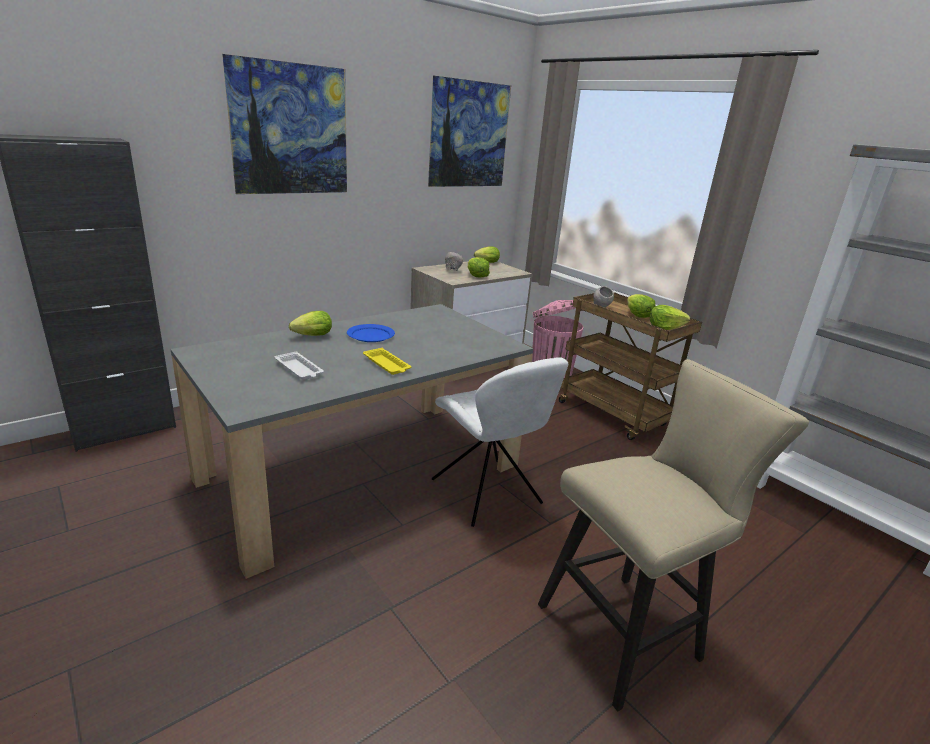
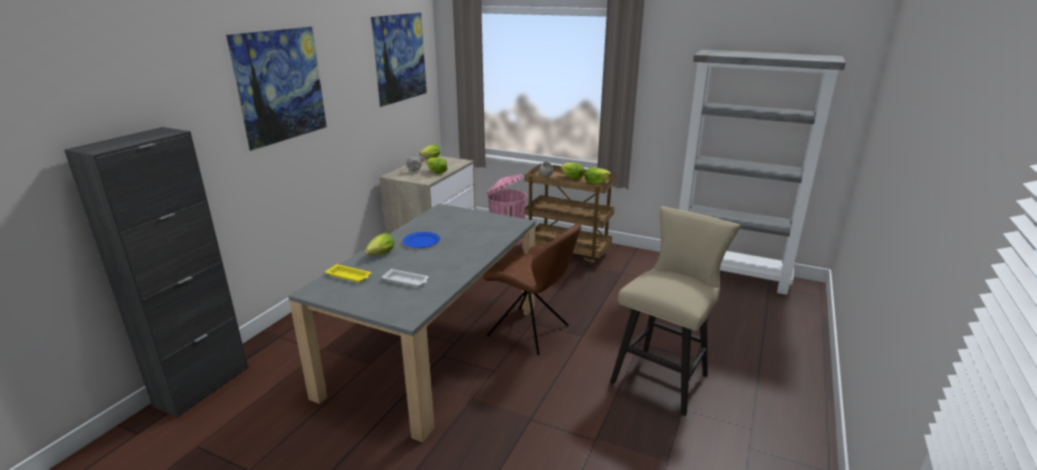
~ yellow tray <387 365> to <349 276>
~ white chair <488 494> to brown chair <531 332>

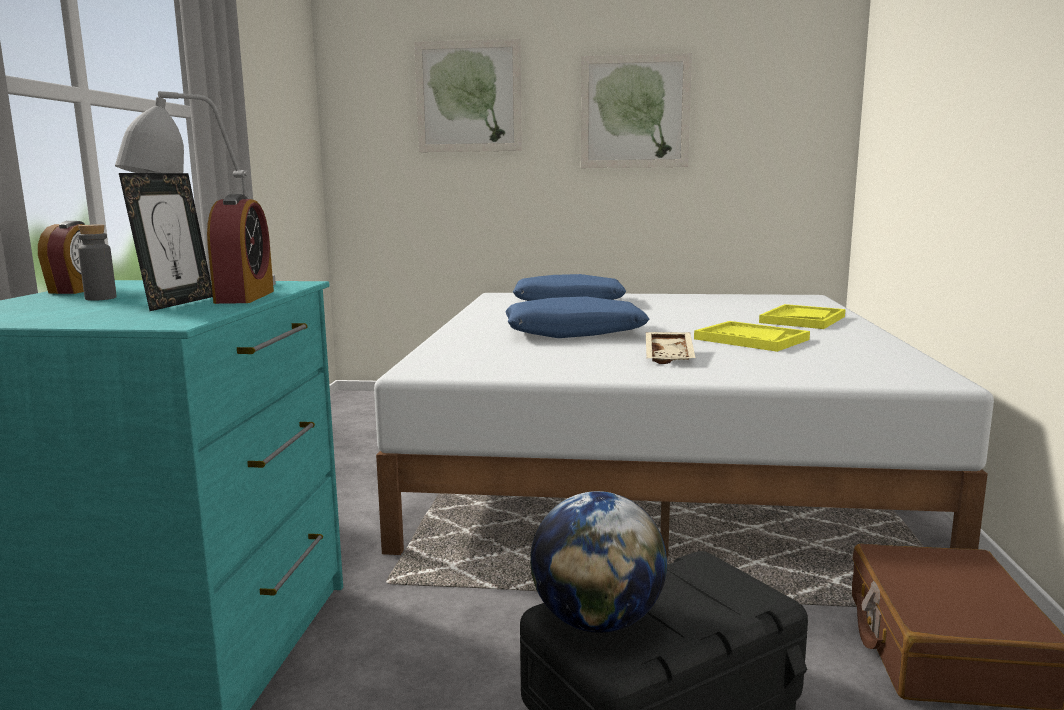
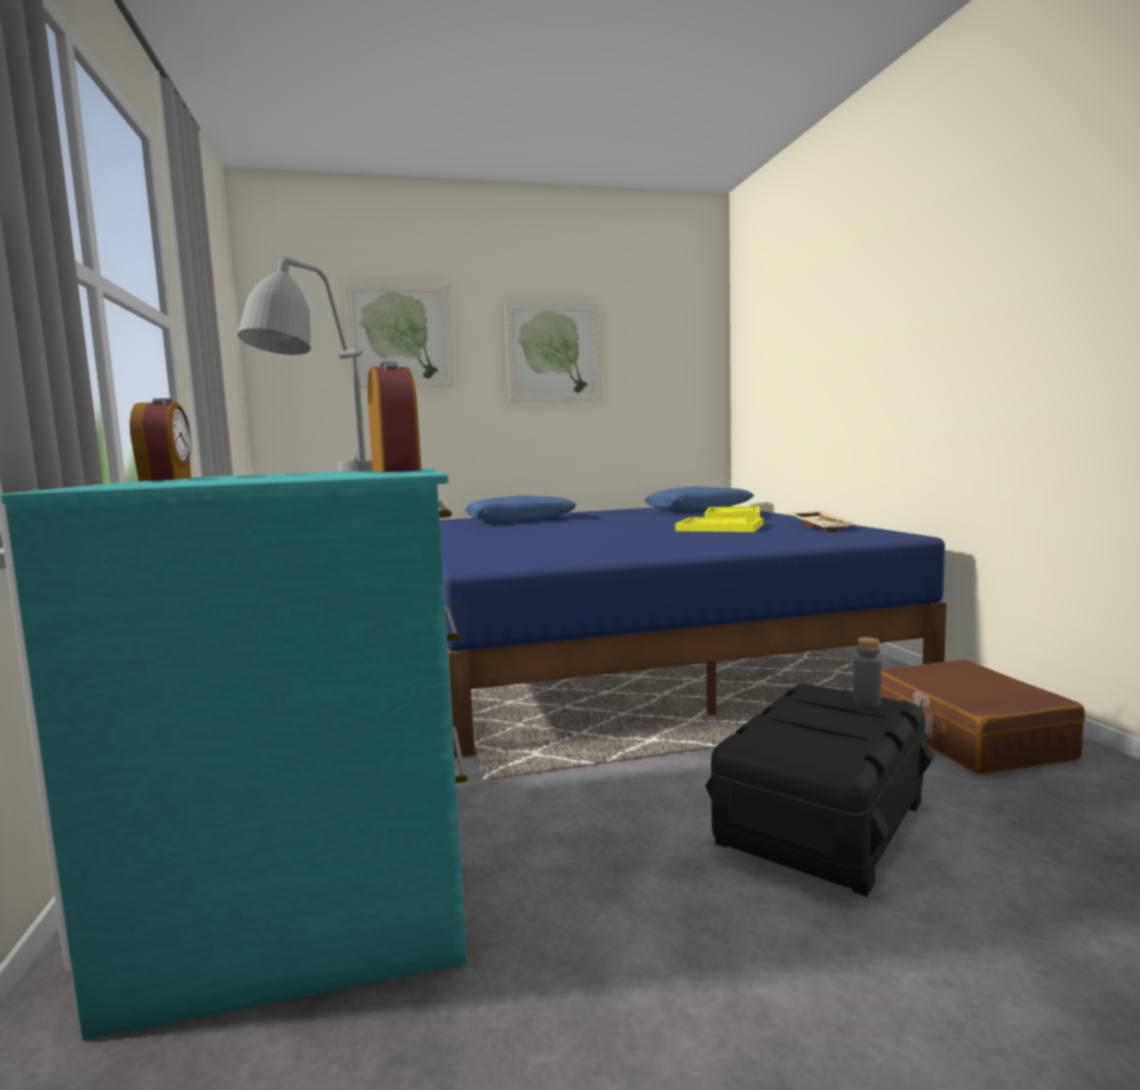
~ white bed <654 459> to blue bed <631 648>
~ blue pillow <574 333> to <698 510>
~ beige tray <670 356> to <823 528>
~ grey bottle <100 298> to <867 703>
- picture frame <176 303>
- globe <597 621>

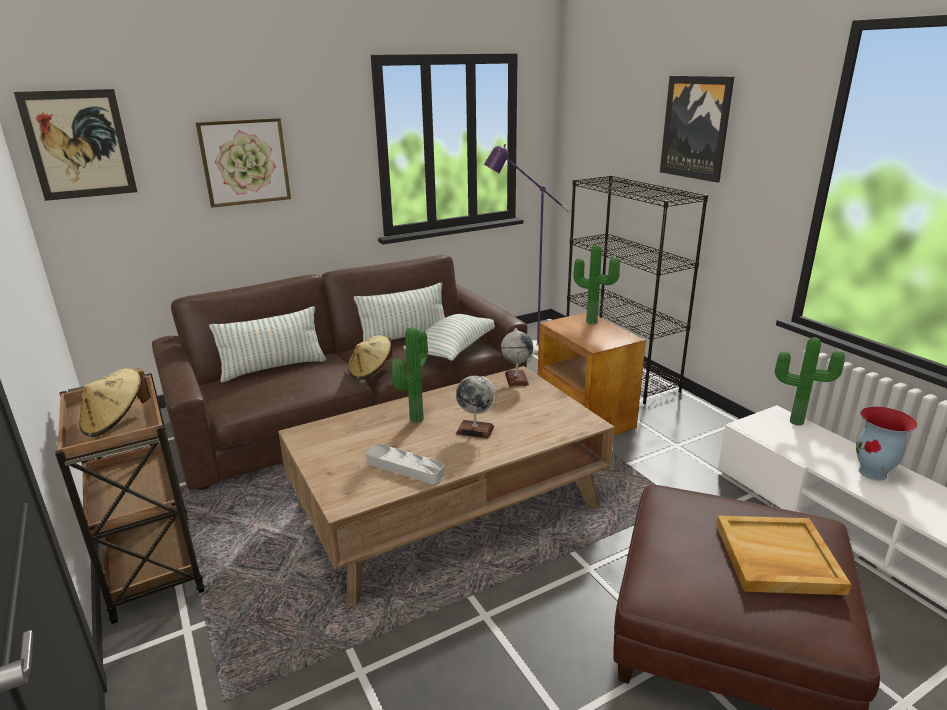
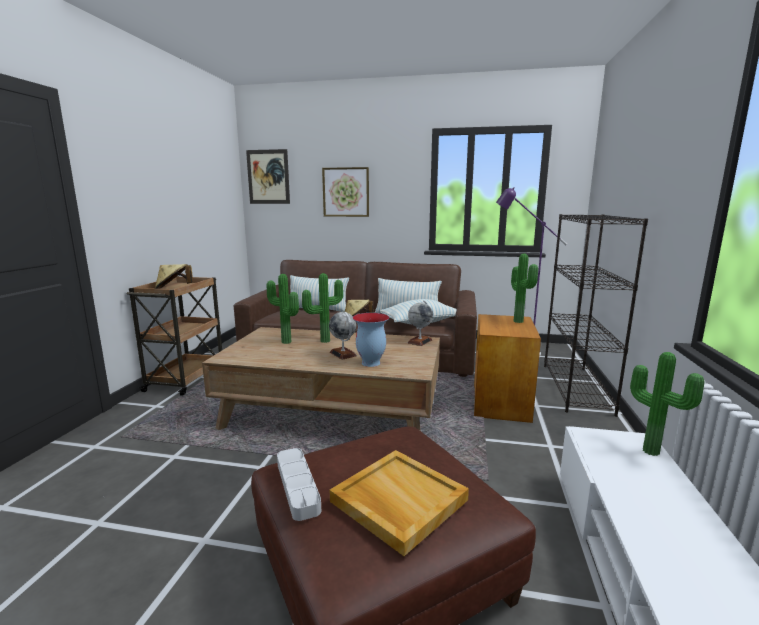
+ potted plant <285 342>
~ grey tray <405 467> to <297 486>
~ vase <873 473> to <371 363>
- picture <696 128>

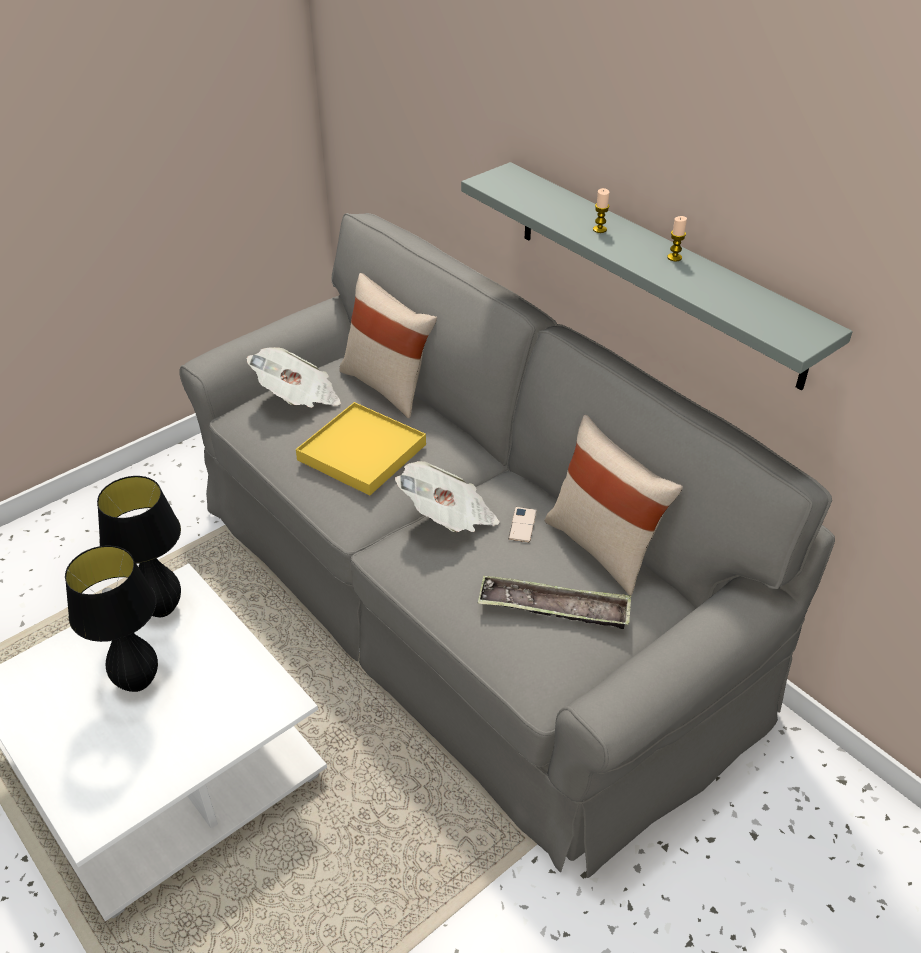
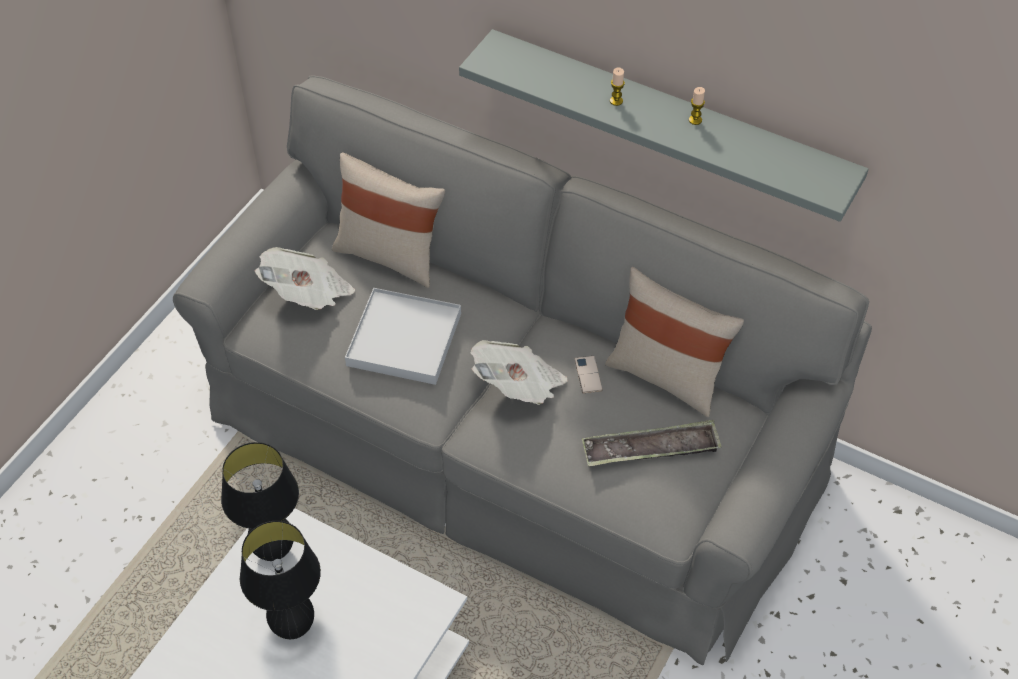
~ yellow tray <362 452> to white tray <404 339>

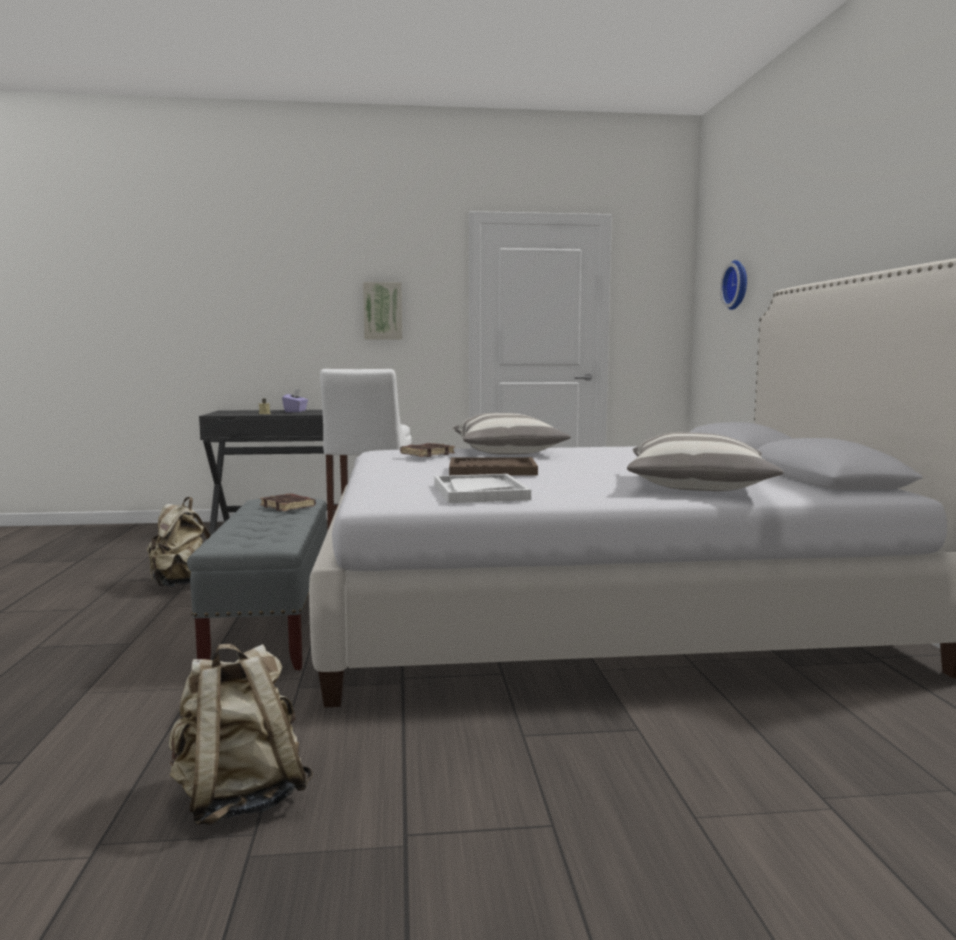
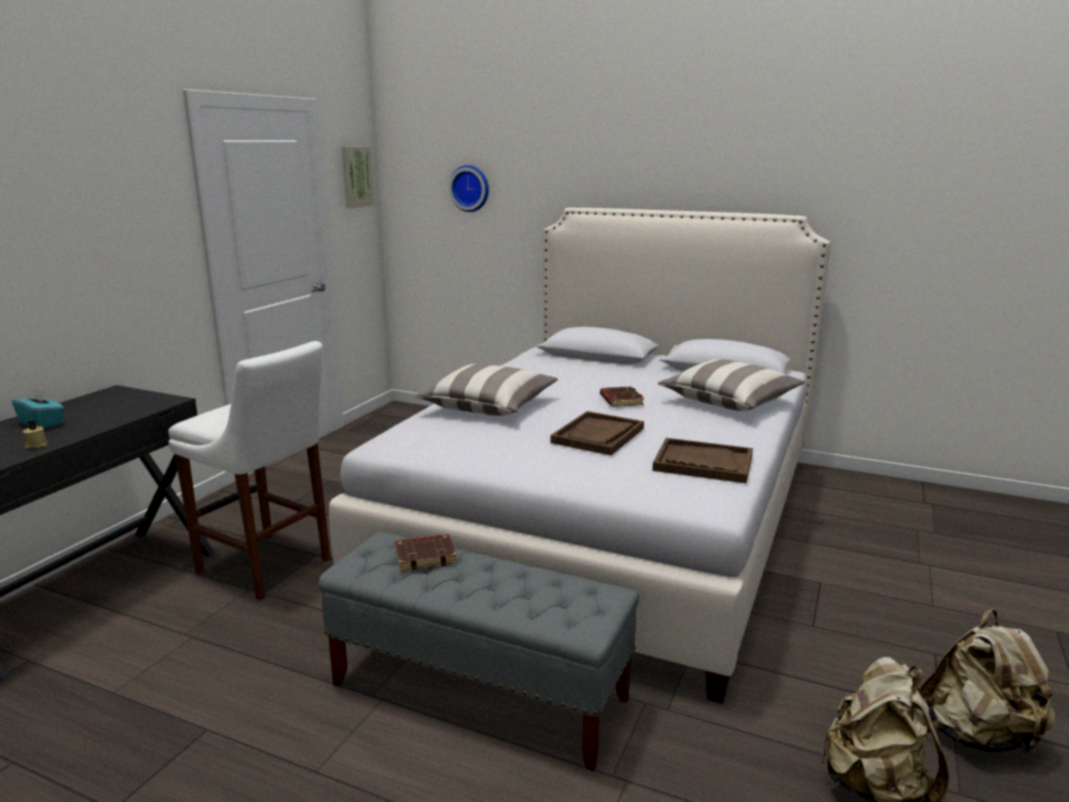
~ purple tissue box <296 411> to turquoise tissue box <42 424>
~ picture <383 311> to <355 177>
~ brown book <427 454> to <620 400>
~ white tray <479 492> to brown tray <703 463>
~ beige backpack <182 584> to <977 735>

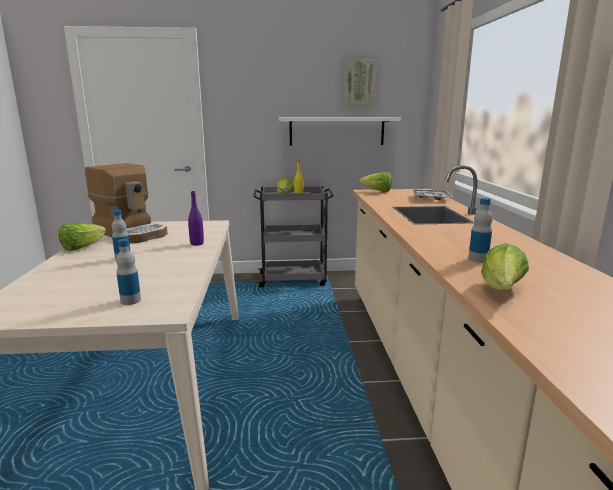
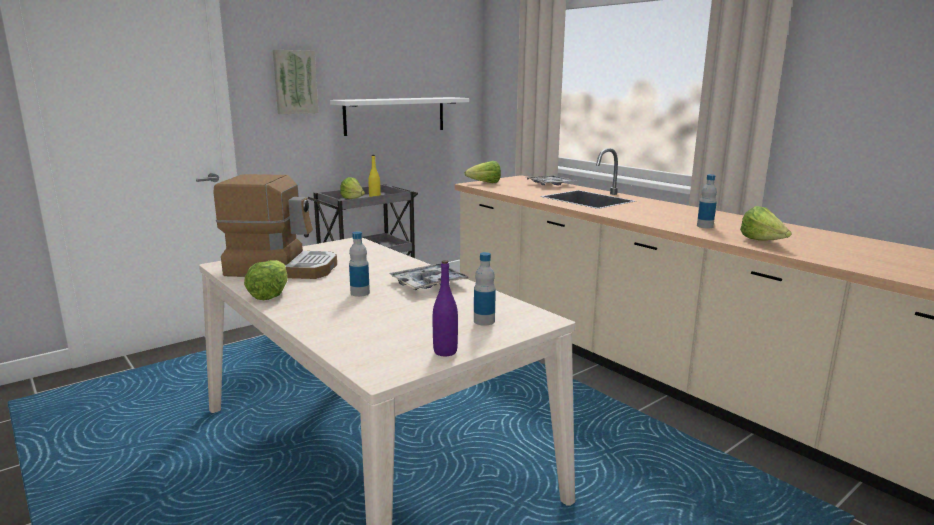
~ picture <359 83> to <295 82>
+ tray <428 284>
~ purple bottle <197 243> to <445 352>

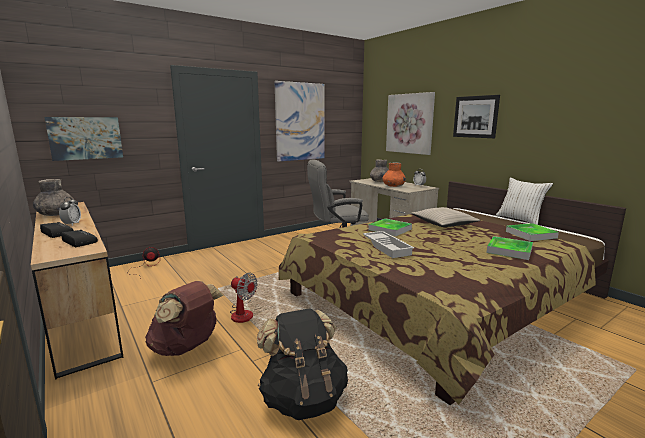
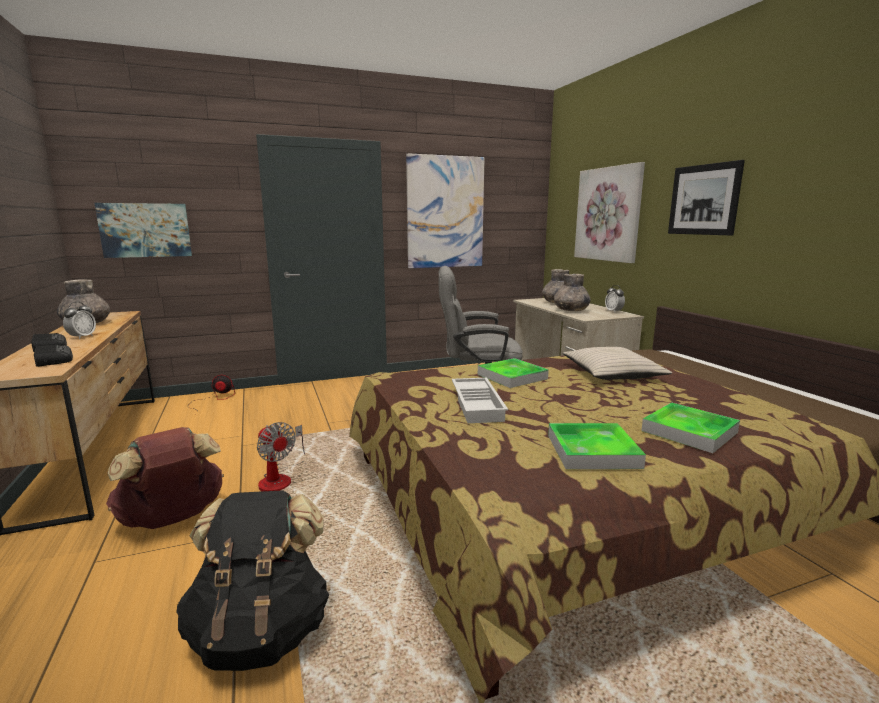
~ tray <530 234> to <592 451>
~ orange vase <393 186> to grey vase <571 310>
- white pillow <520 220>

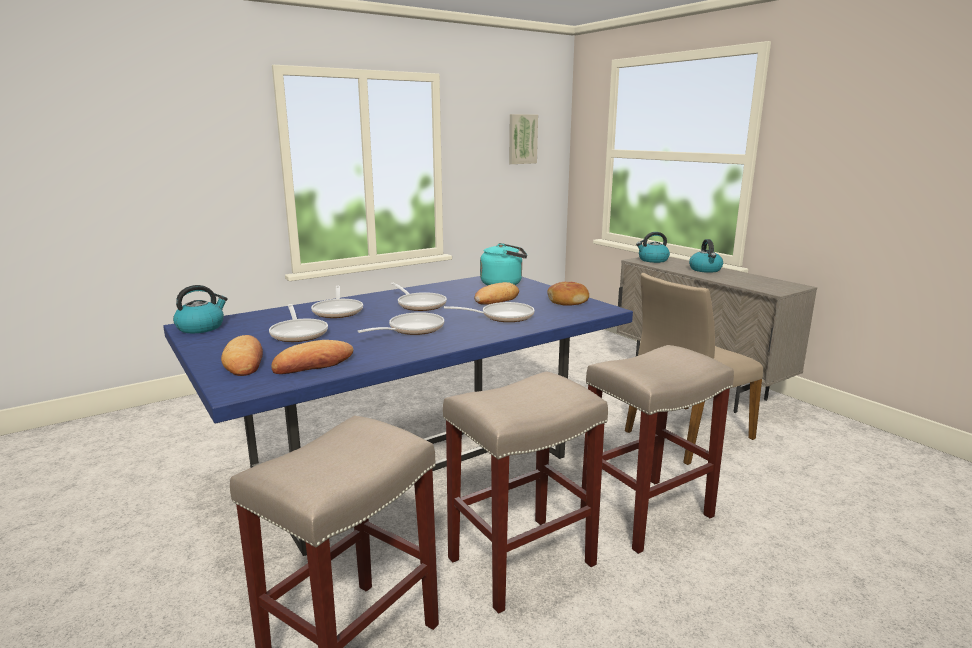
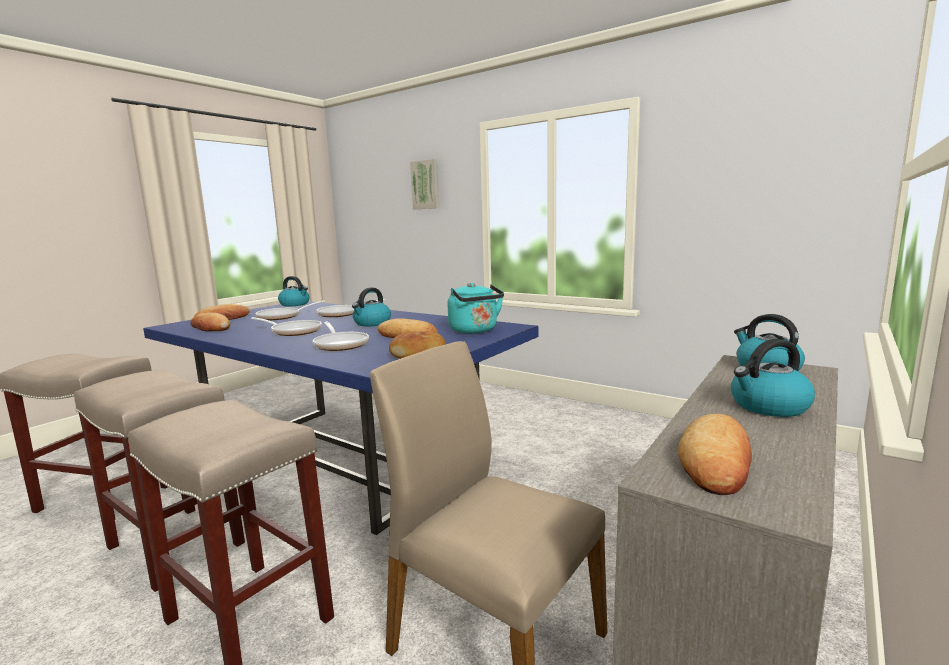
~ frying pan <420 304> to kettle <372 323>
~ picture <522 139> to <426 185>
+ bread <716 461>

